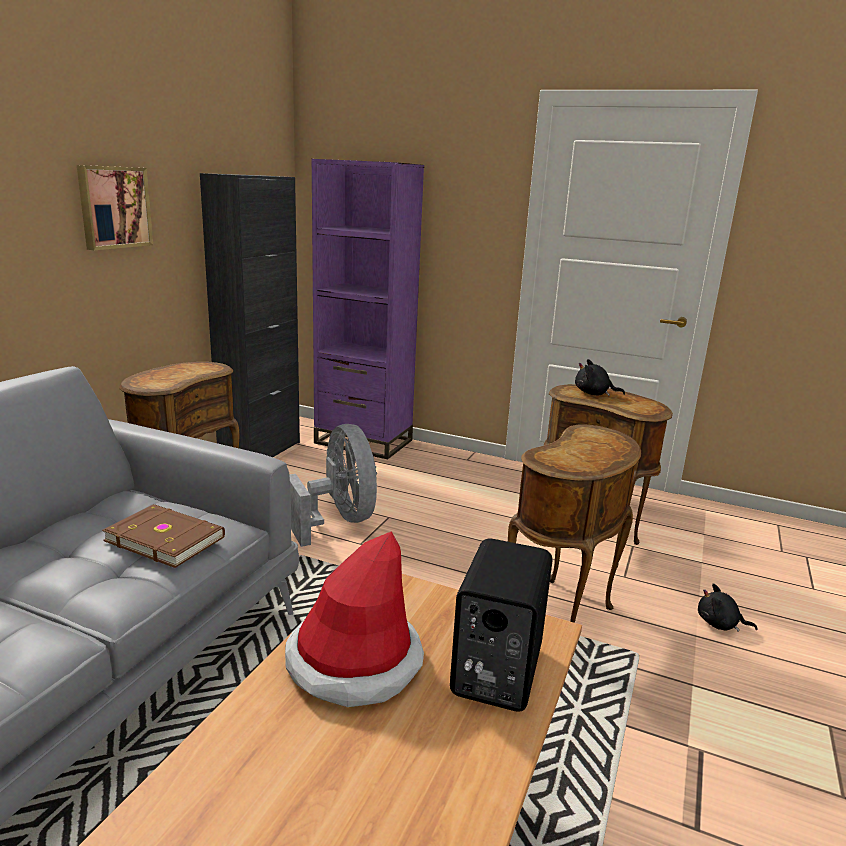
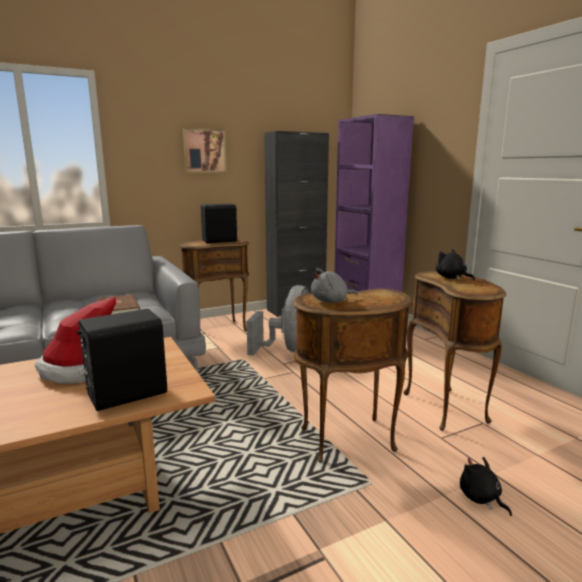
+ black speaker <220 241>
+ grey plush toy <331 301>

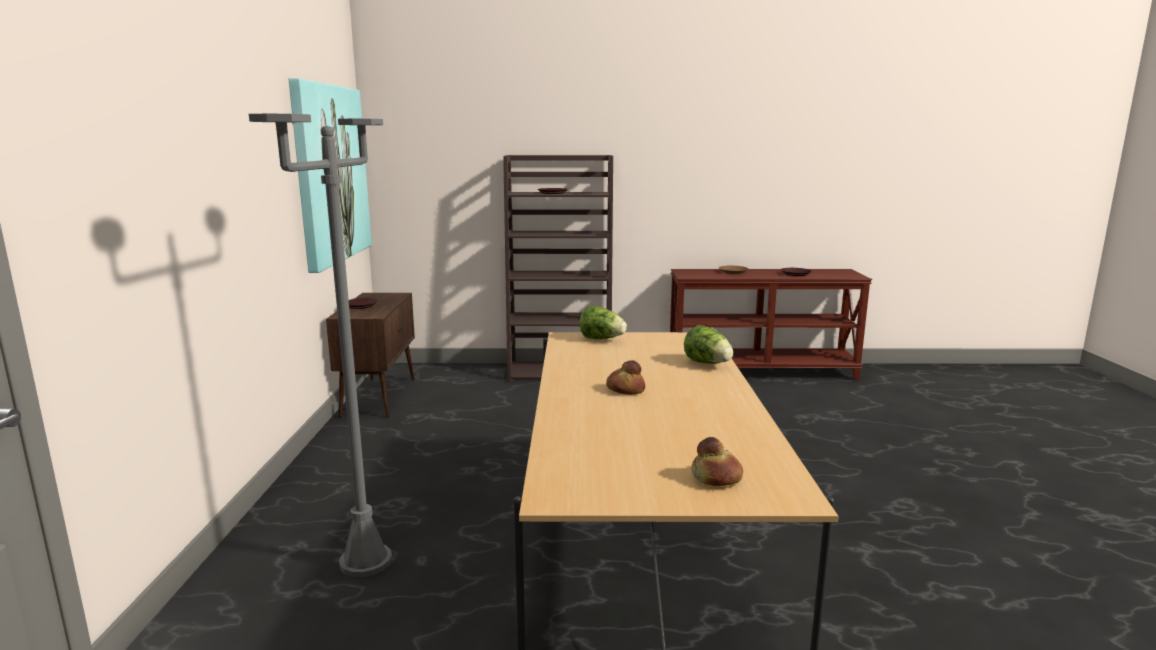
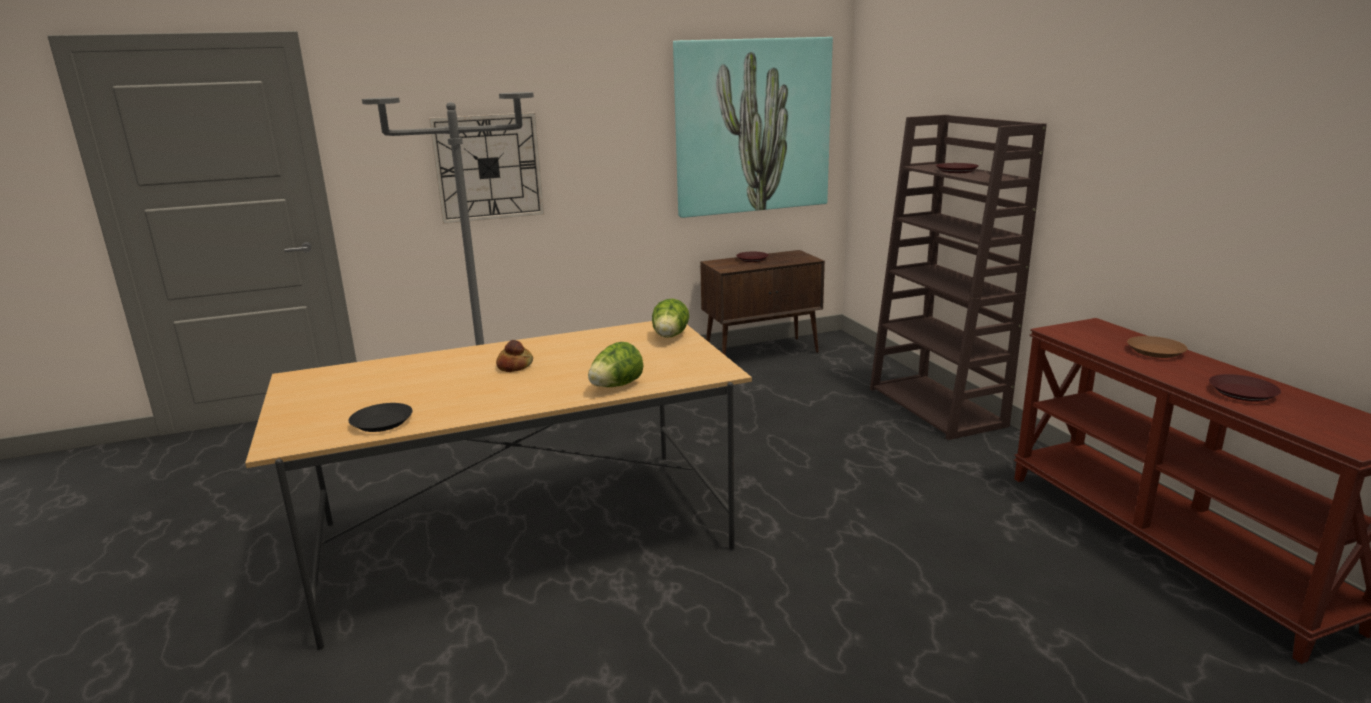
+ black plate <381 423>
+ wall clock <488 167>
- bread <716 478>

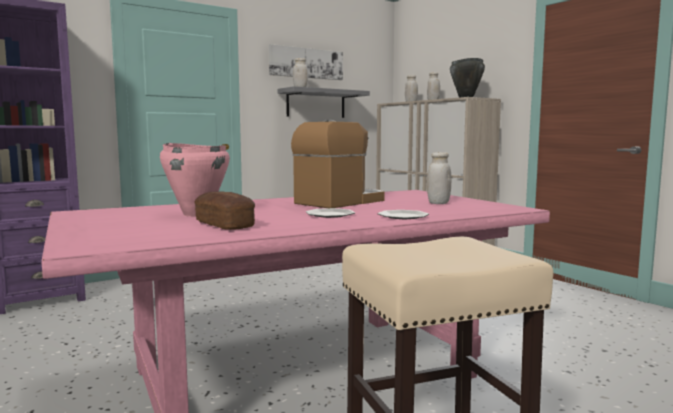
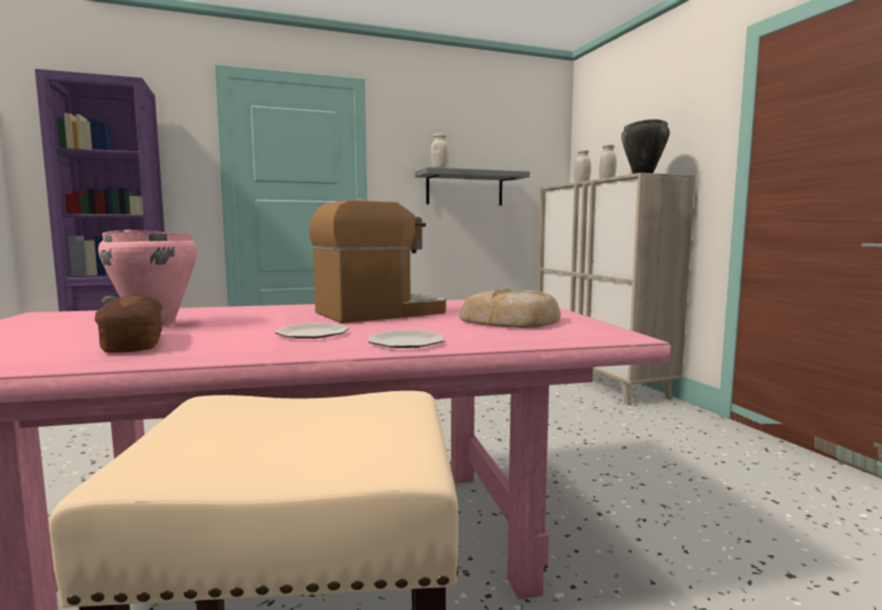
~ white jar <438 203> to bread <512 321>
- picture <306 63>

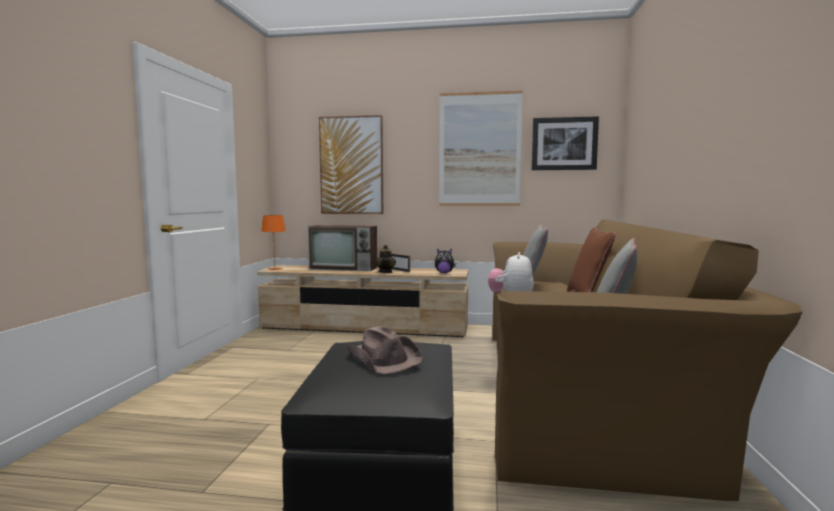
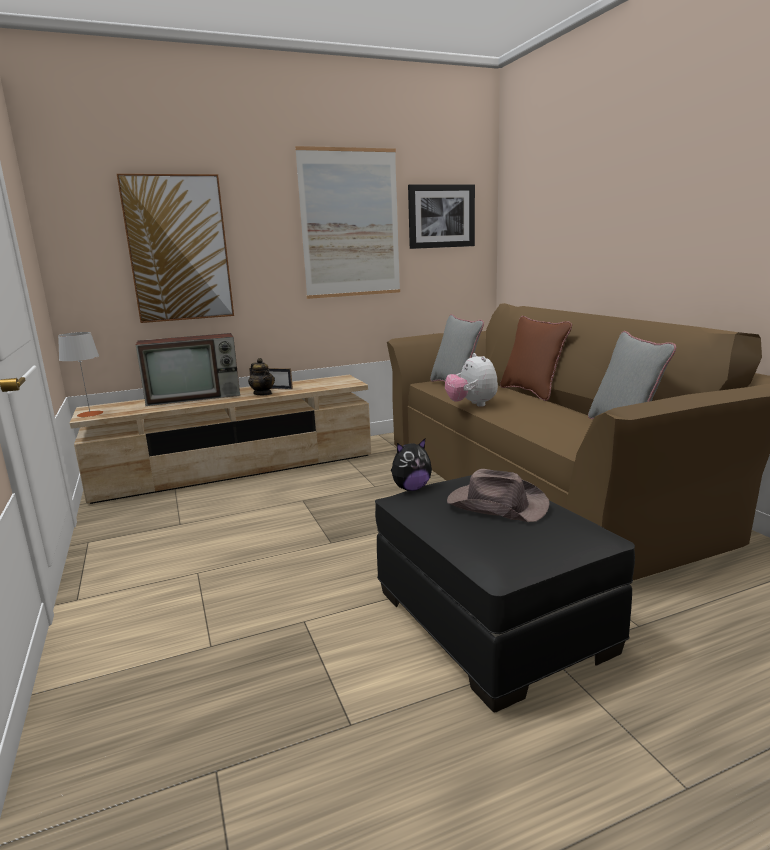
~ orange table lamp <275 268> to grey table lamp <90 414>
~ plush toy <444 273> to <411 488>

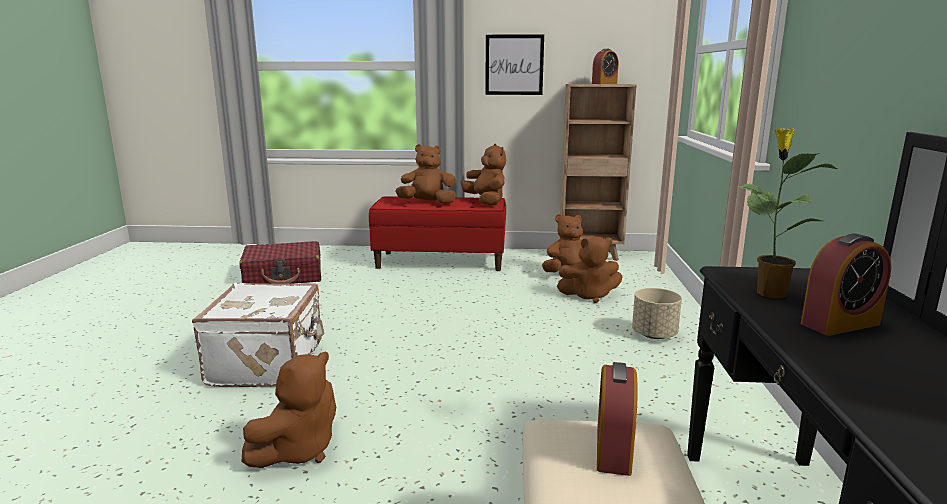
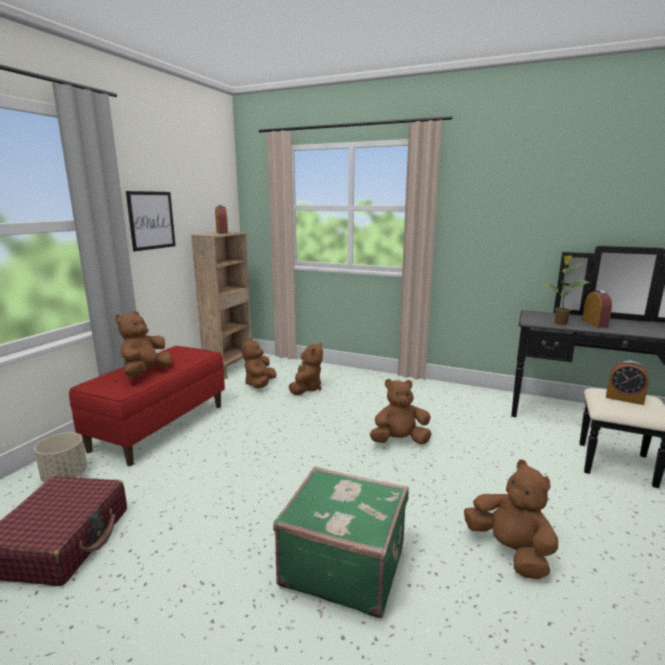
~ beige planter <654 335> to <65 476>
~ white suitcase <269 363> to green suitcase <344 564>
~ brown plush toy <486 202> to <399 441>

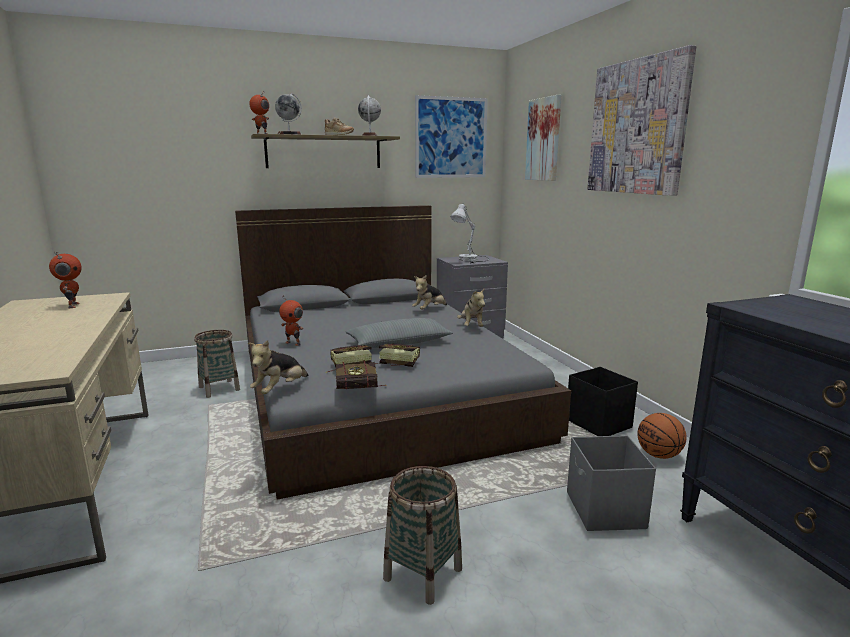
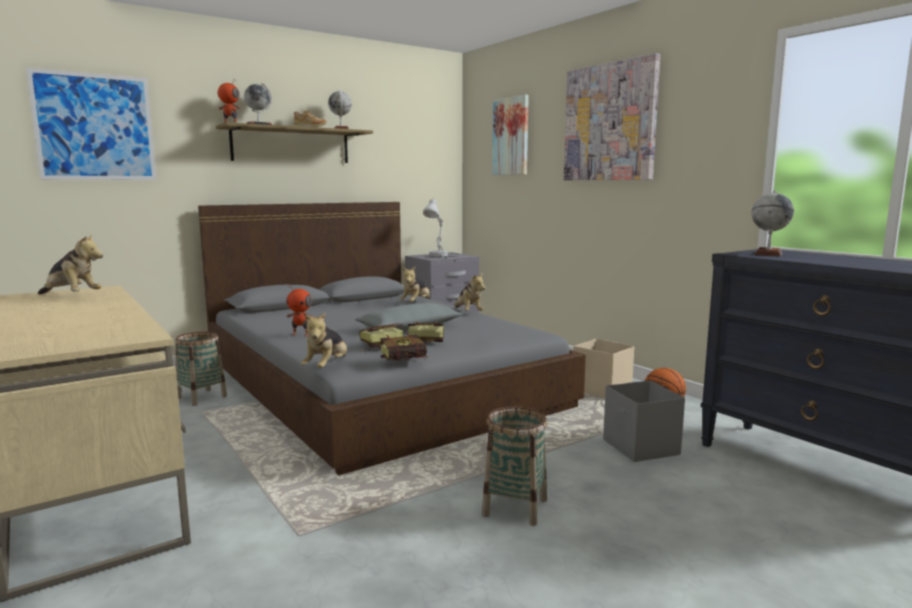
~ picture <451 138> to <95 127>
~ toy robot <72 305> to plush toy <71 296>
~ black storage box <598 423> to beige storage box <601 390>
+ globe <768 254>

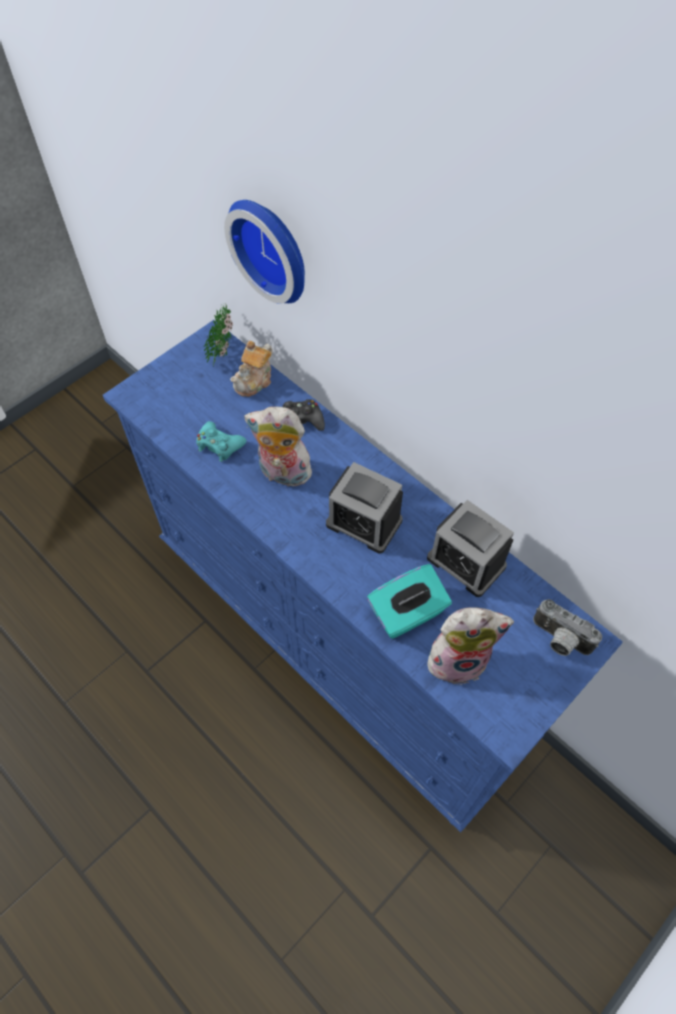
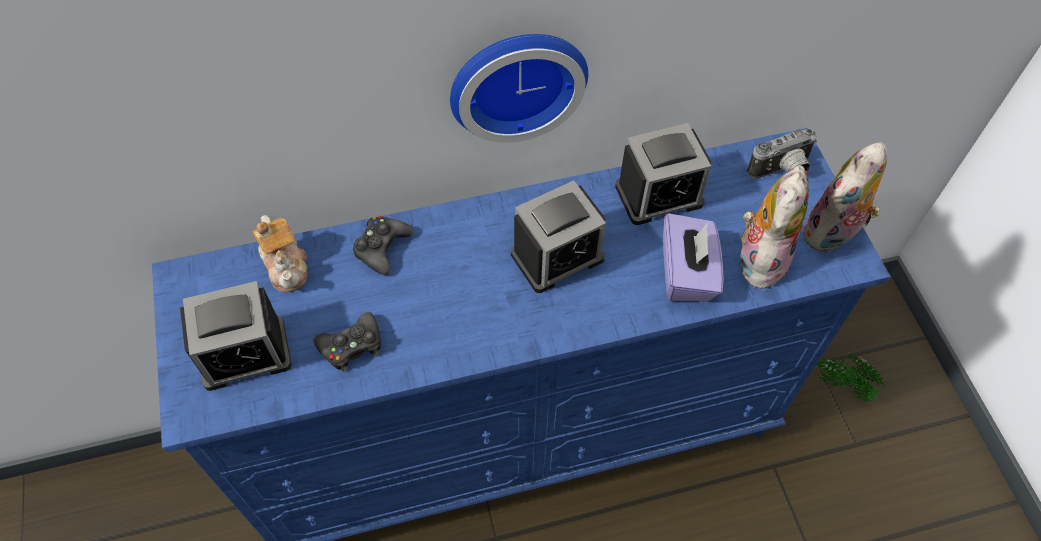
+ alarm clock <245 353>
~ turquoise game controller <219 445> to black game controller <352 346>
~ wall clock <273 248> to <516 79>
~ turquoise tissue box <407 613> to purple tissue box <687 273>
~ plush toy <282 474> to <831 235>
~ potted plant <223 350> to <840 386>

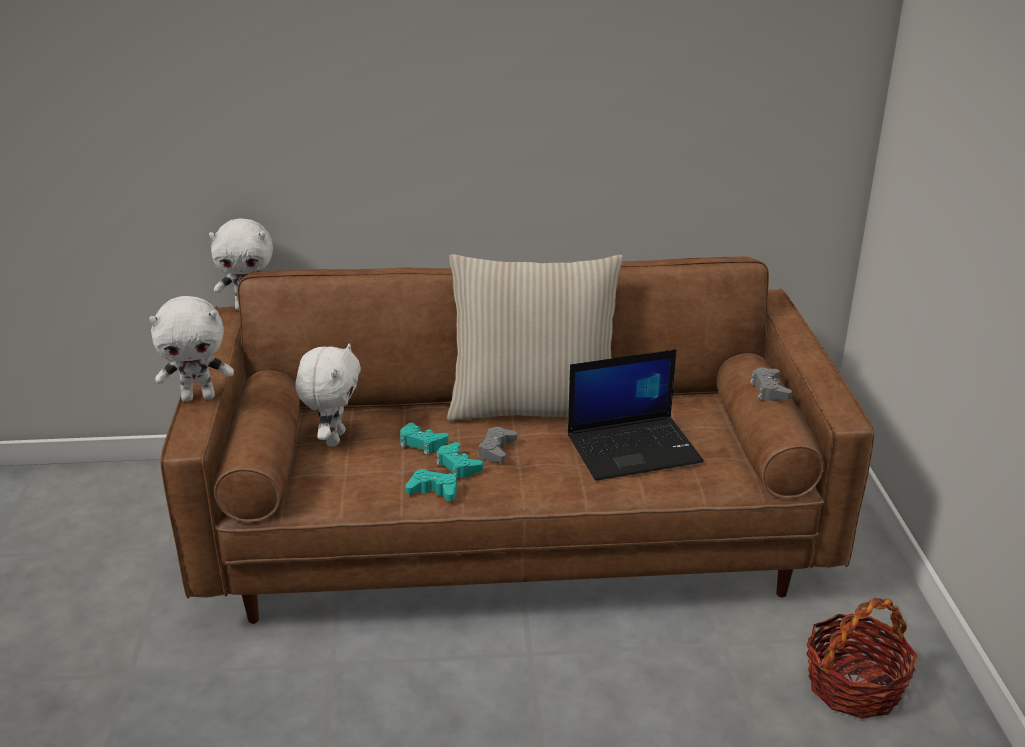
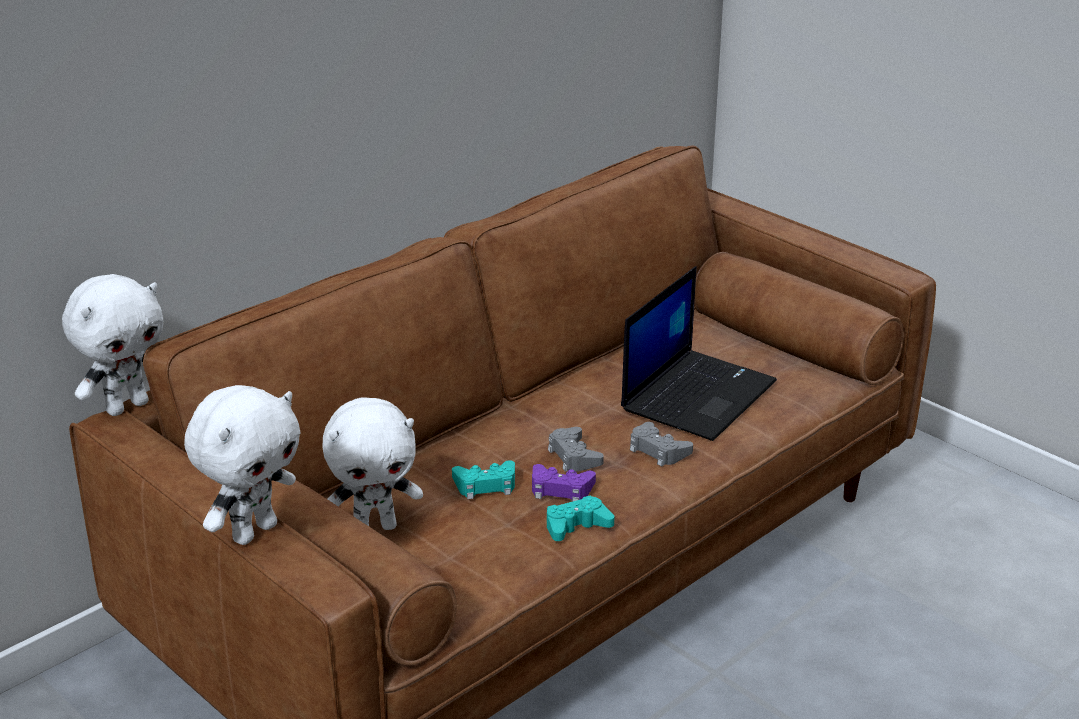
~ white plush toy <333 438> = <375 527> 105 degrees clockwise
~ turquoise game controller <458 465> to purple game controller <561 489>
~ grey game controller <769 390> to <658 450>
- beige pillow <533 407>
- basket <854 686>

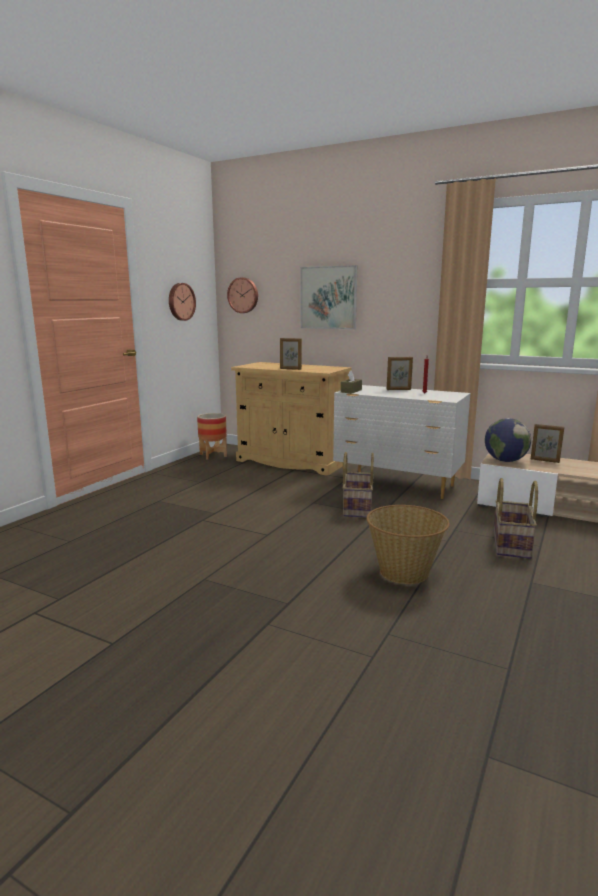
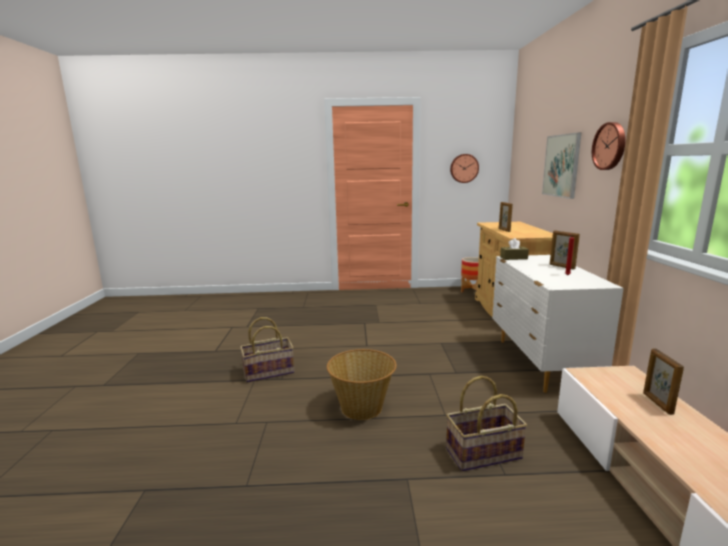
~ basket <357 508> to <269 371>
~ wall clock <243 295> to <610 146>
- globe <505 461>

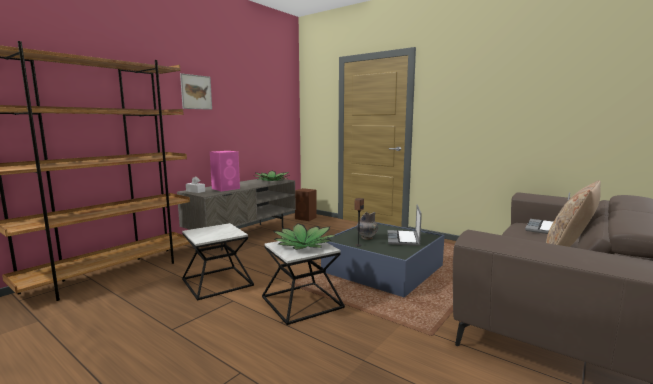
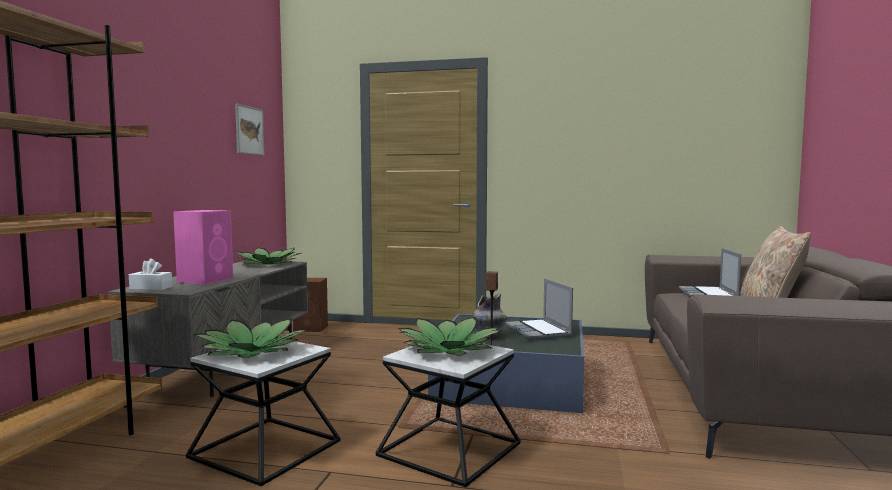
+ potted plant <252 351>
~ picture <196 92> to <249 130>

